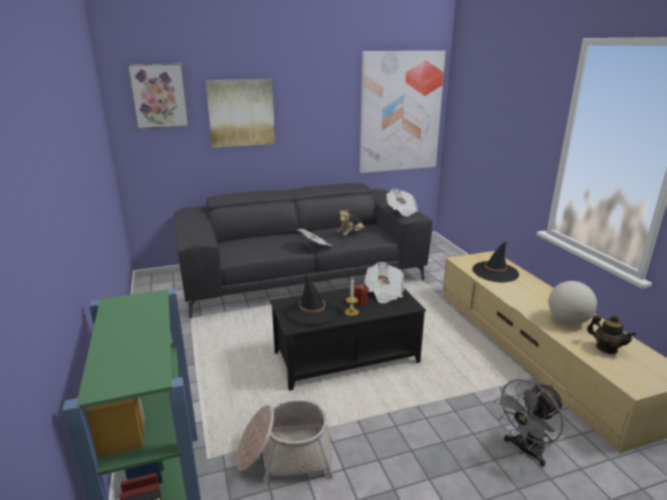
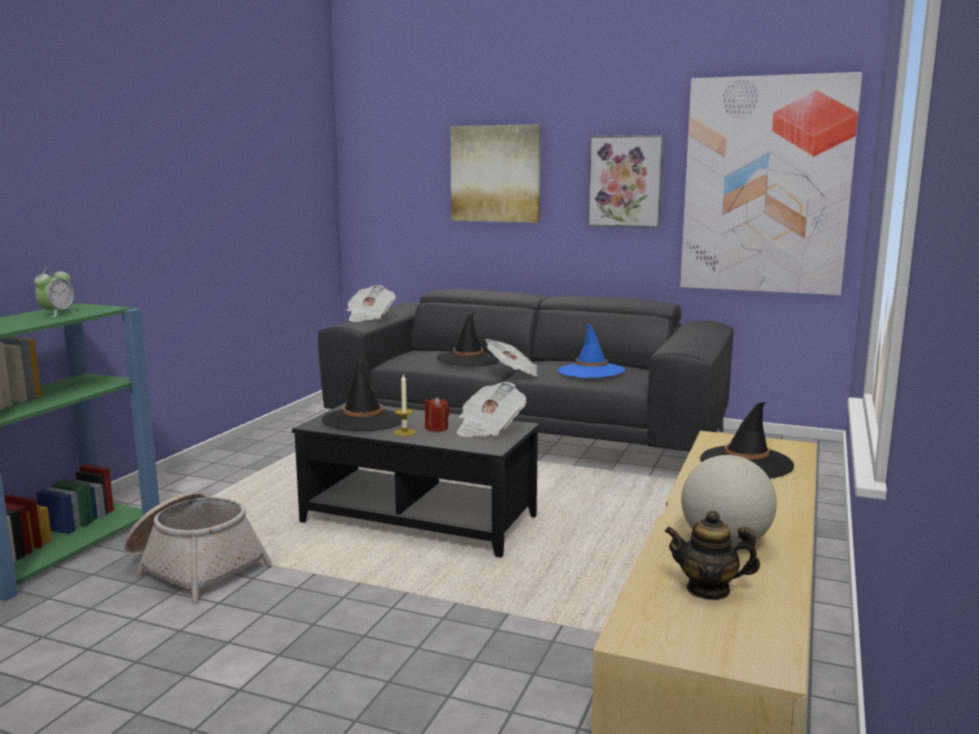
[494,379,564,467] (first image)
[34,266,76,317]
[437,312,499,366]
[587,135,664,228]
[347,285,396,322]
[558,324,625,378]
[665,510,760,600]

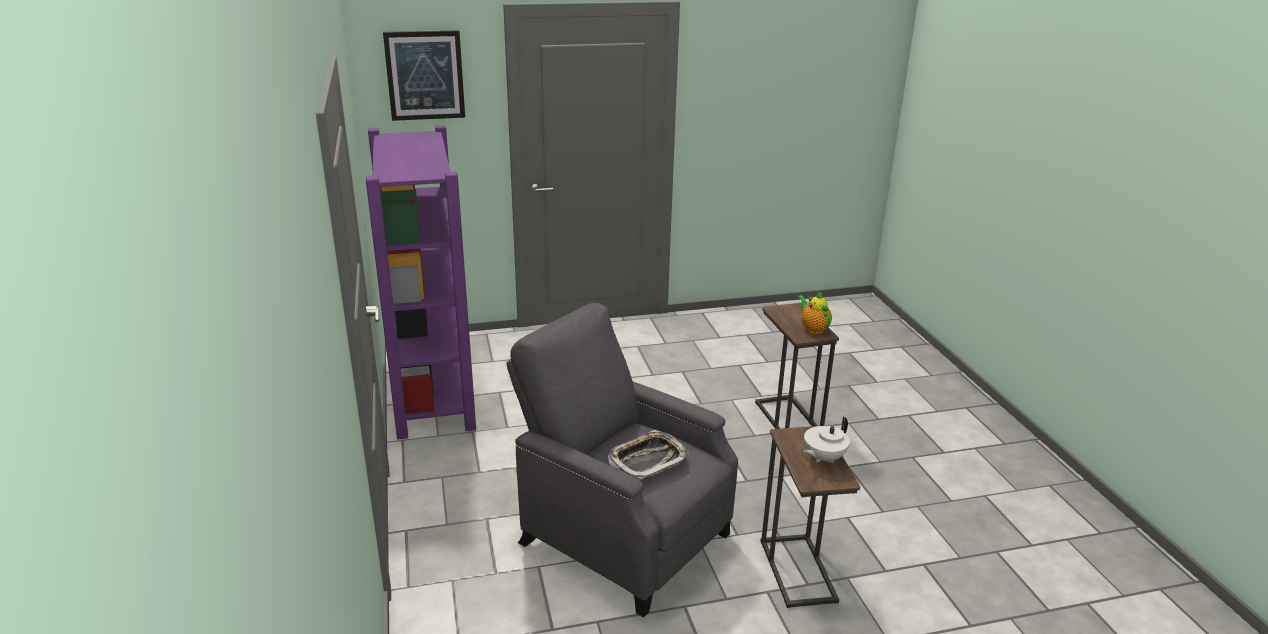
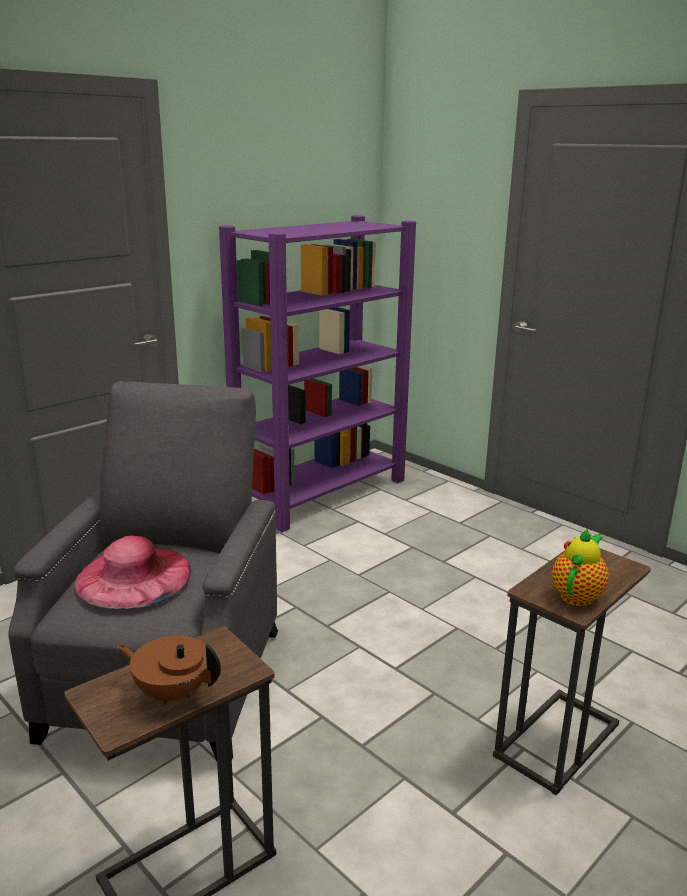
[383,30,465,121] (first image)
[74,536,191,609]
[117,636,221,705]

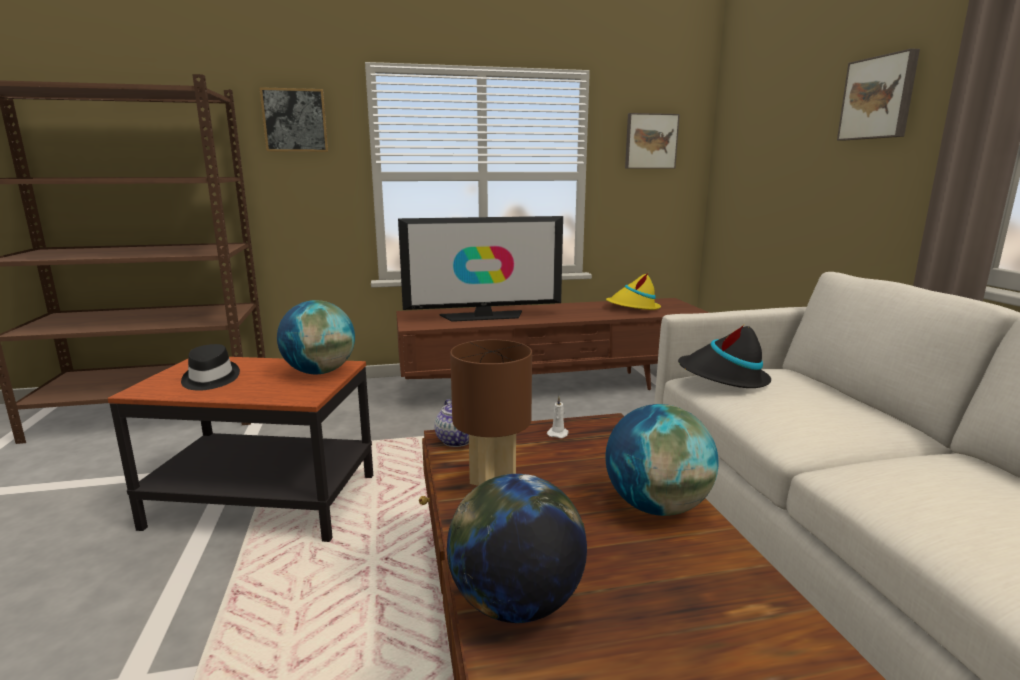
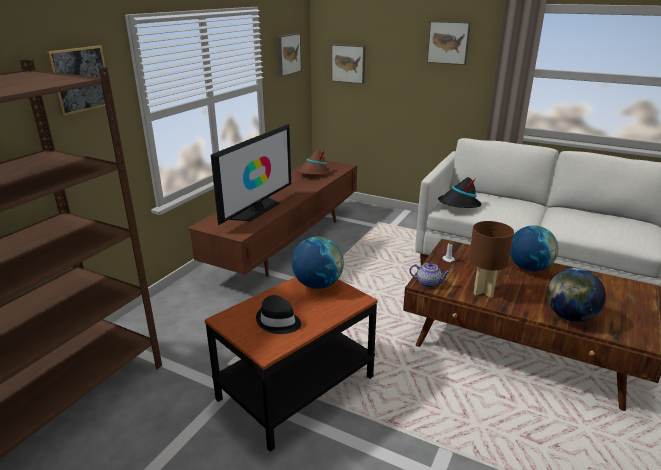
[331,44,366,84]
[298,149,332,175]

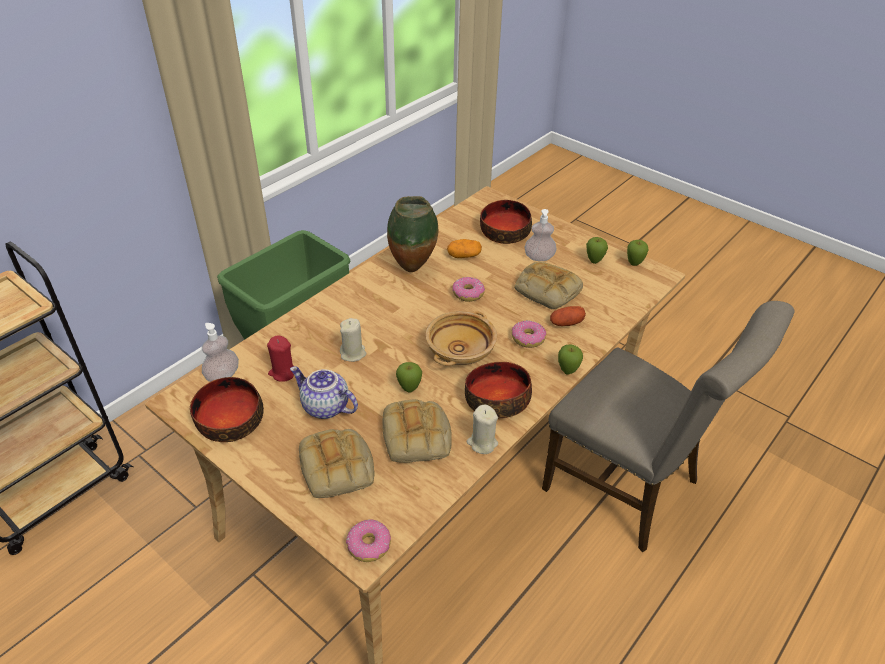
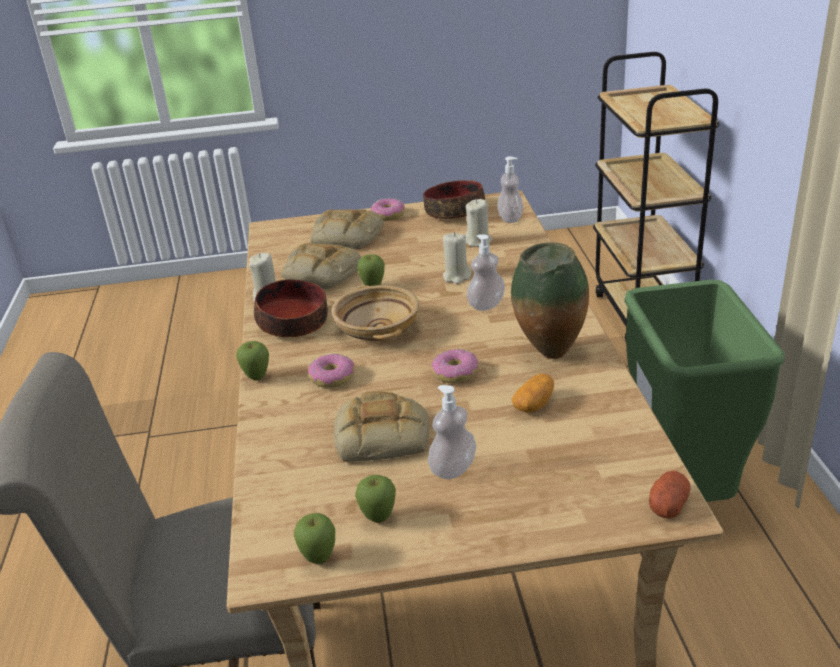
[290,366,358,419] (first image)
[480,200,532,244] (first image)
[467,234,505,311]
[371,198,405,221]
[649,471,691,519]
[465,199,493,247]

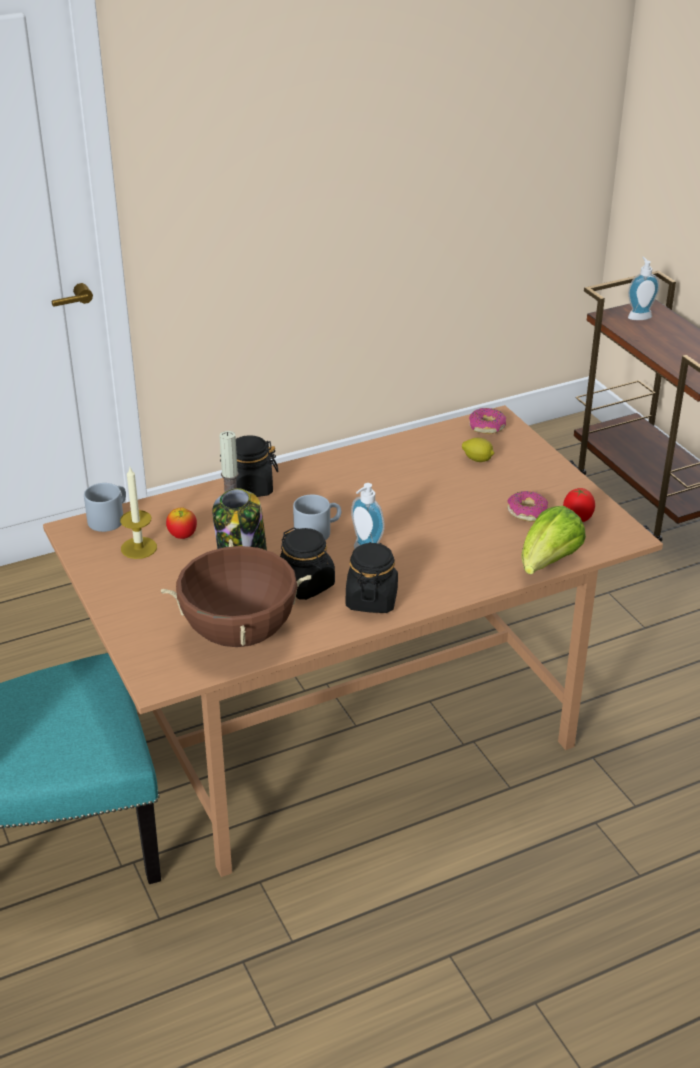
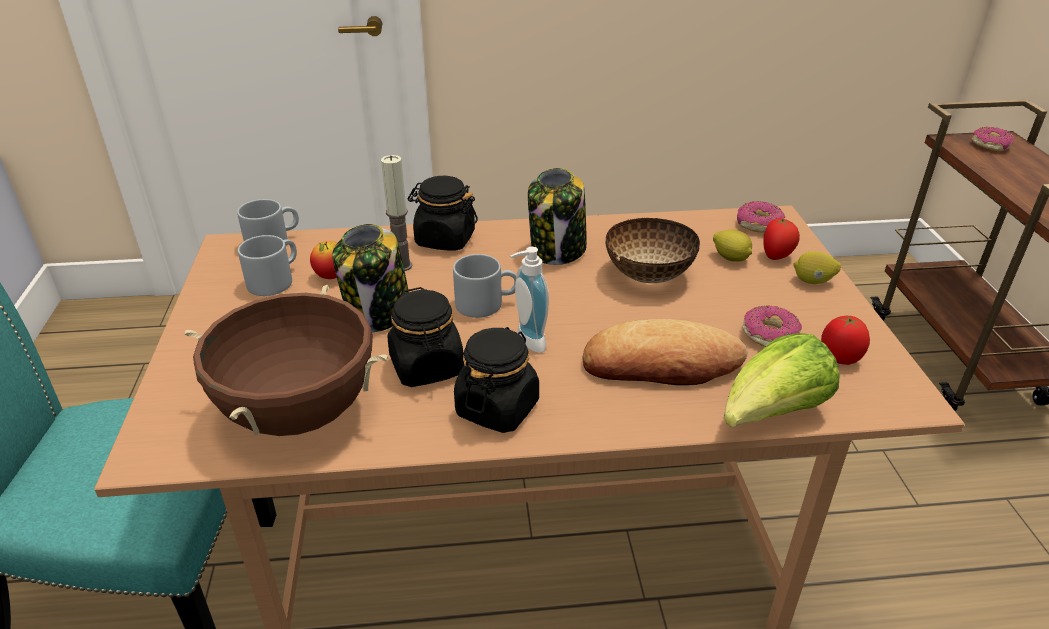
[528,168,587,265]
[582,319,748,385]
[605,218,700,283]
[763,217,800,260]
[793,251,841,284]
[238,235,297,296]
[972,127,1014,152]

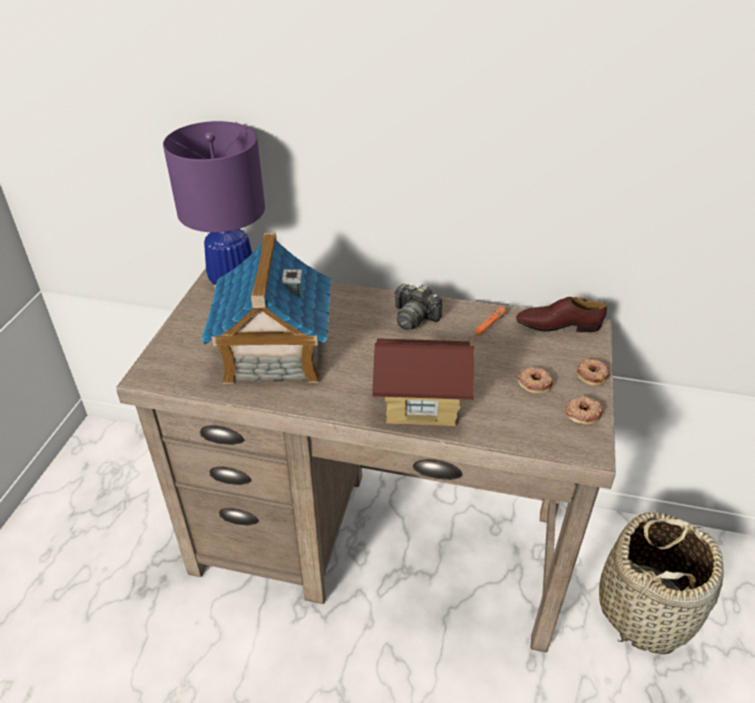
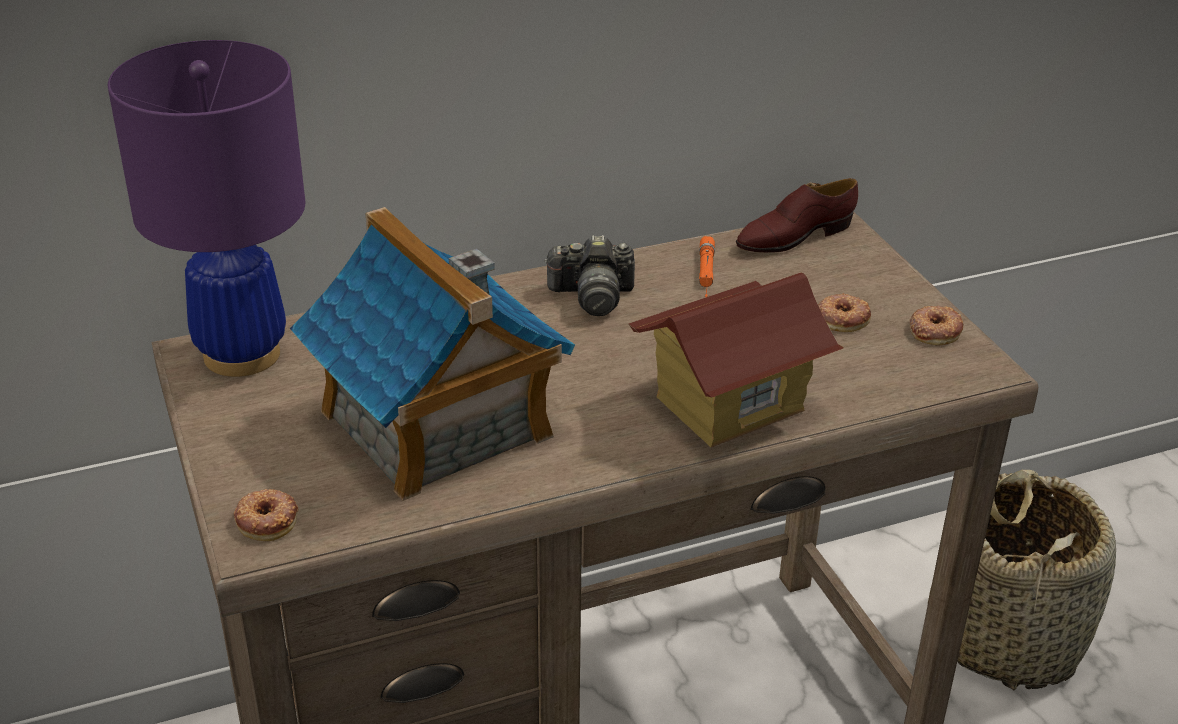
[234,489,299,541]

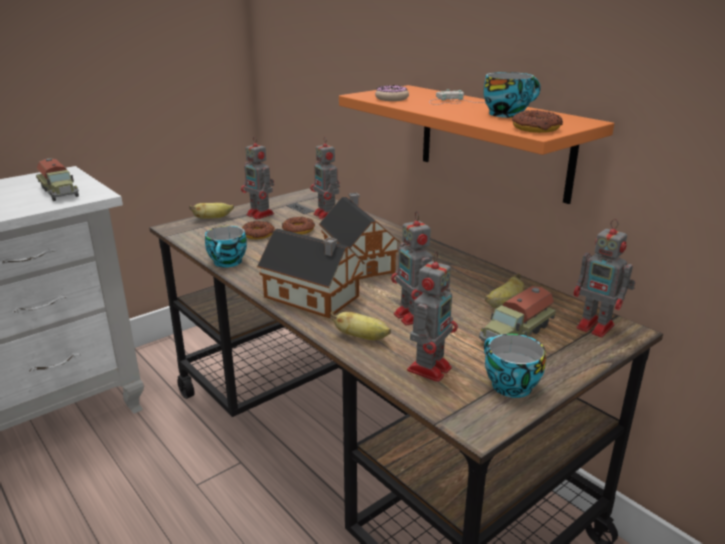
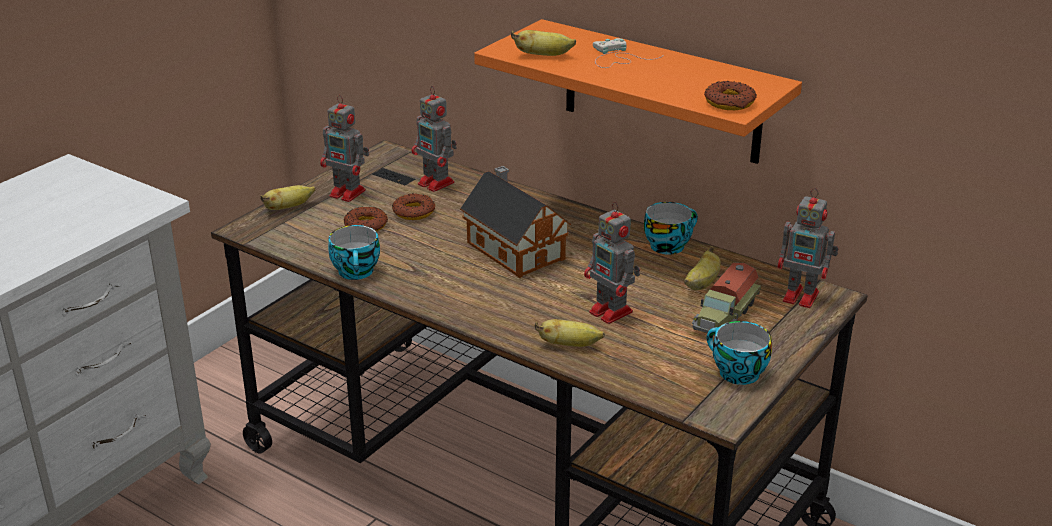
[36,158,79,201] (first image)
[257,228,365,318] (first image)
[407,251,458,382] (first image)
[644,202,698,255]
[511,30,576,56]

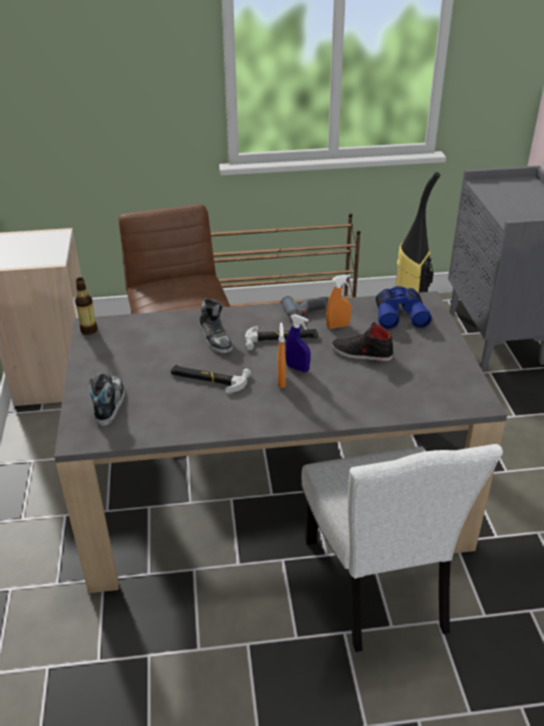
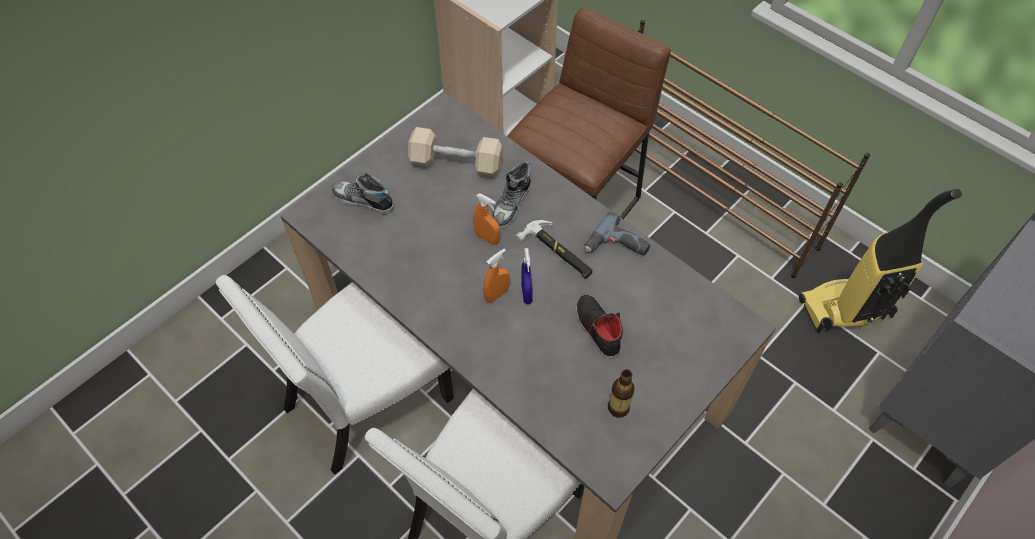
[171,365,251,393] (first image)
[376,286,432,330] (first image)
[216,275,454,475]
[408,127,503,177]
[608,369,635,418]
[473,193,500,245]
[331,172,394,215]

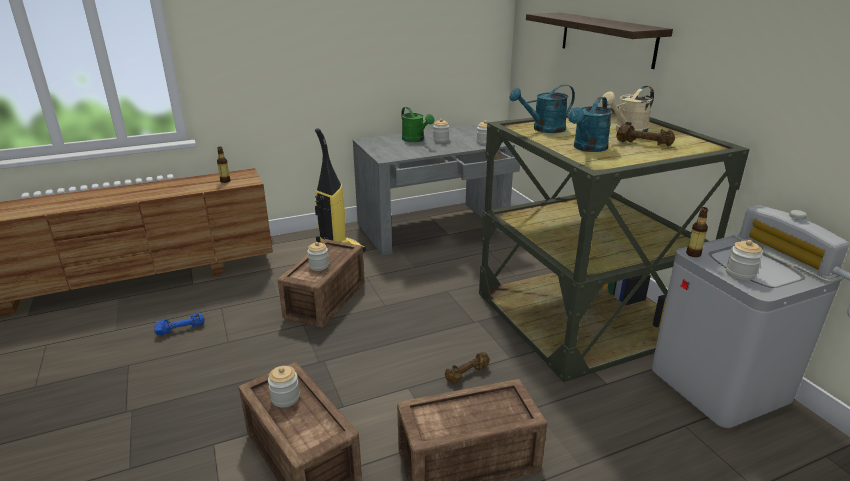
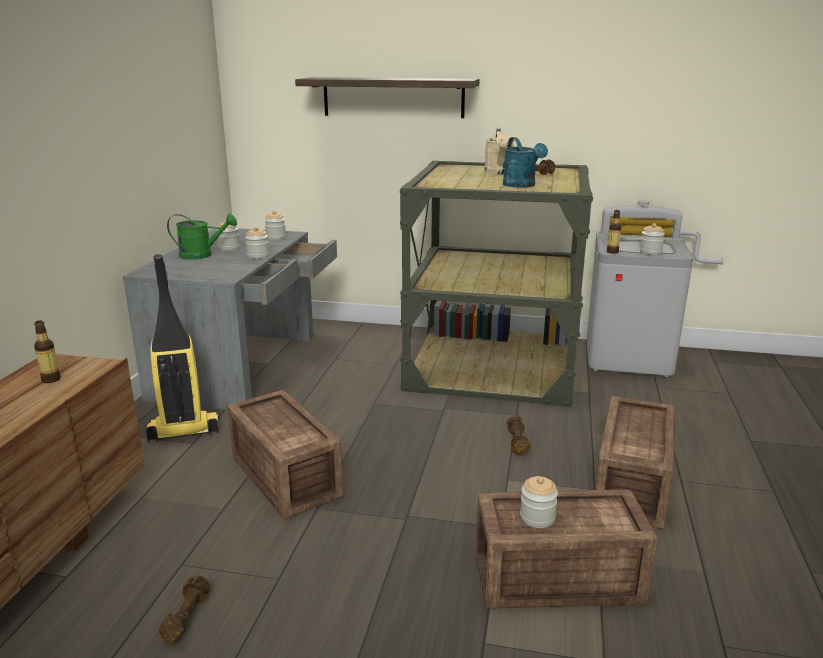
[510,85,575,133] (first image)
[245,227,269,259]
[159,576,211,645]

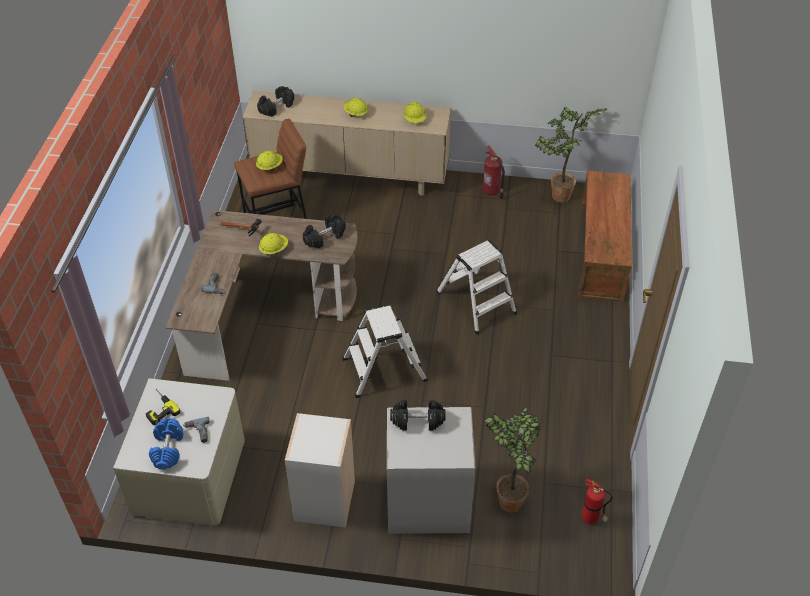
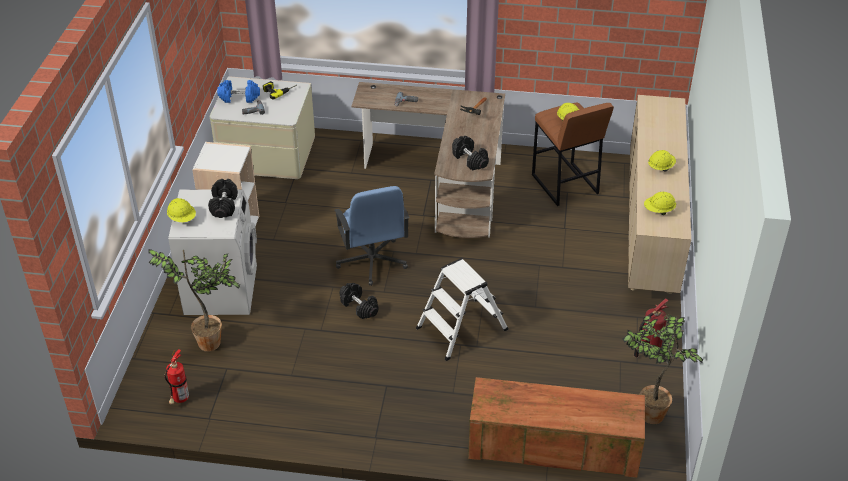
[340,283,378,319]
[167,198,196,222]
[334,186,409,286]

